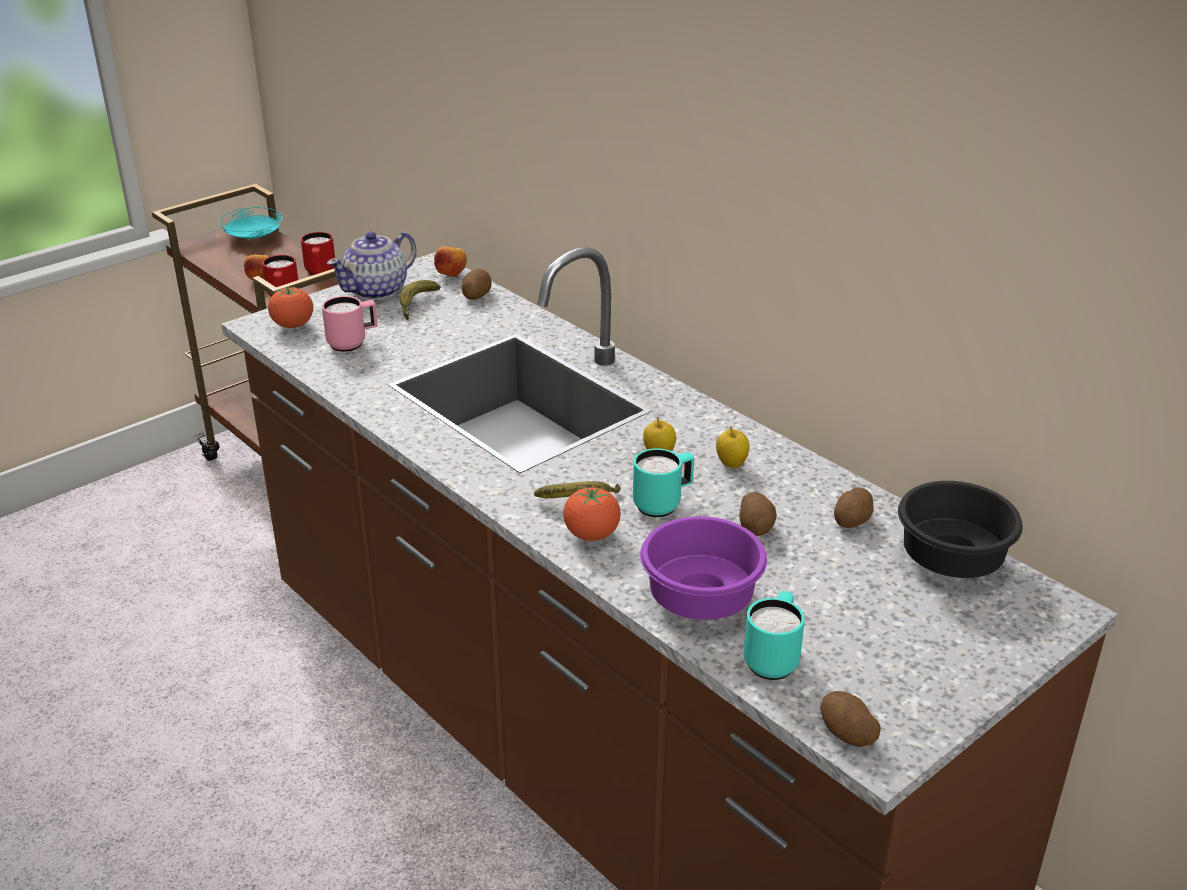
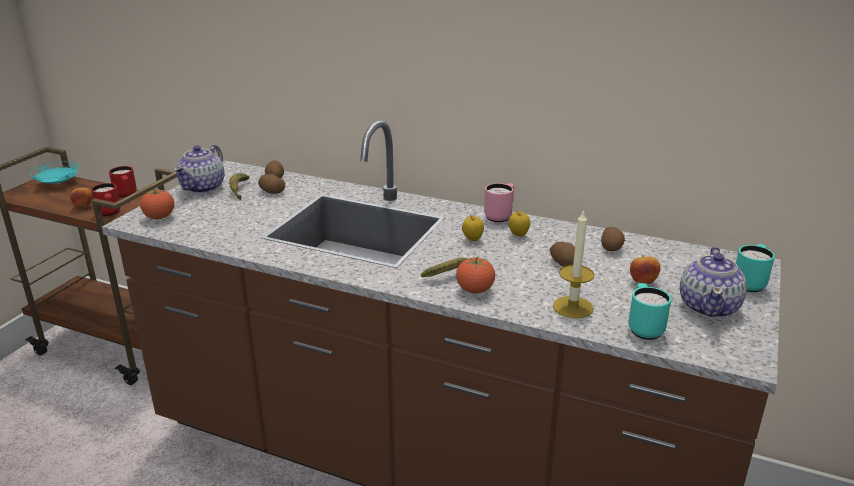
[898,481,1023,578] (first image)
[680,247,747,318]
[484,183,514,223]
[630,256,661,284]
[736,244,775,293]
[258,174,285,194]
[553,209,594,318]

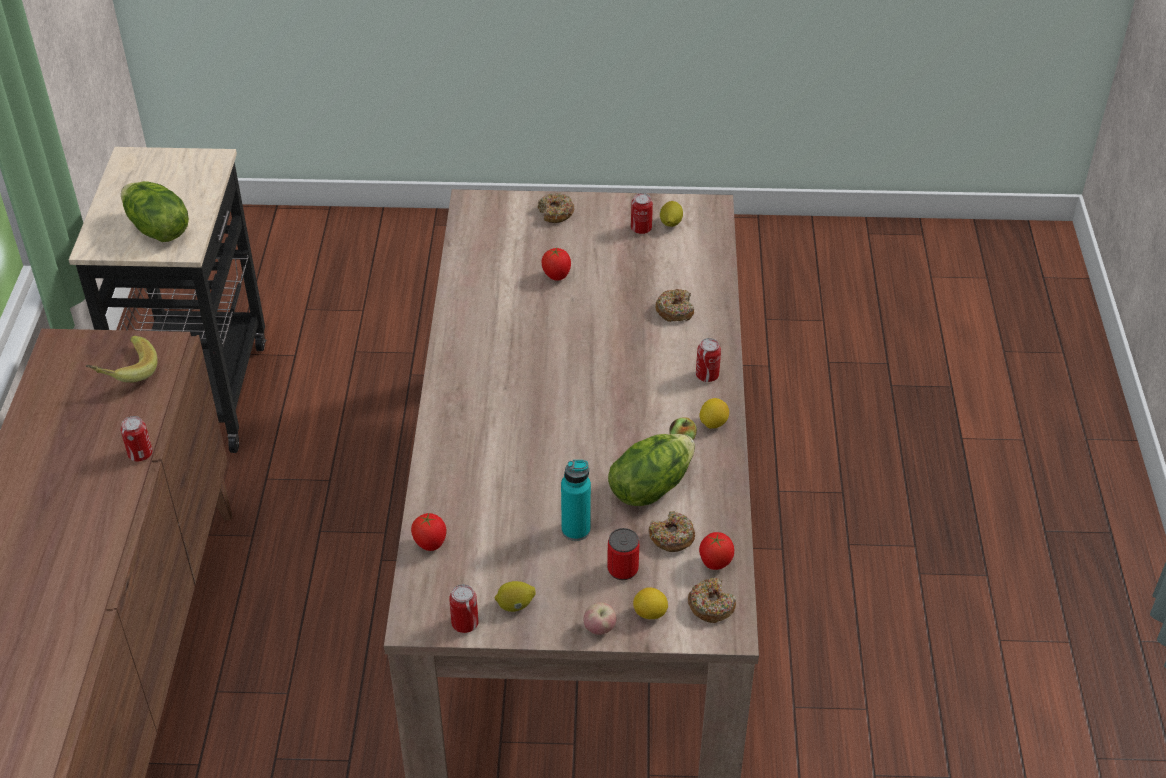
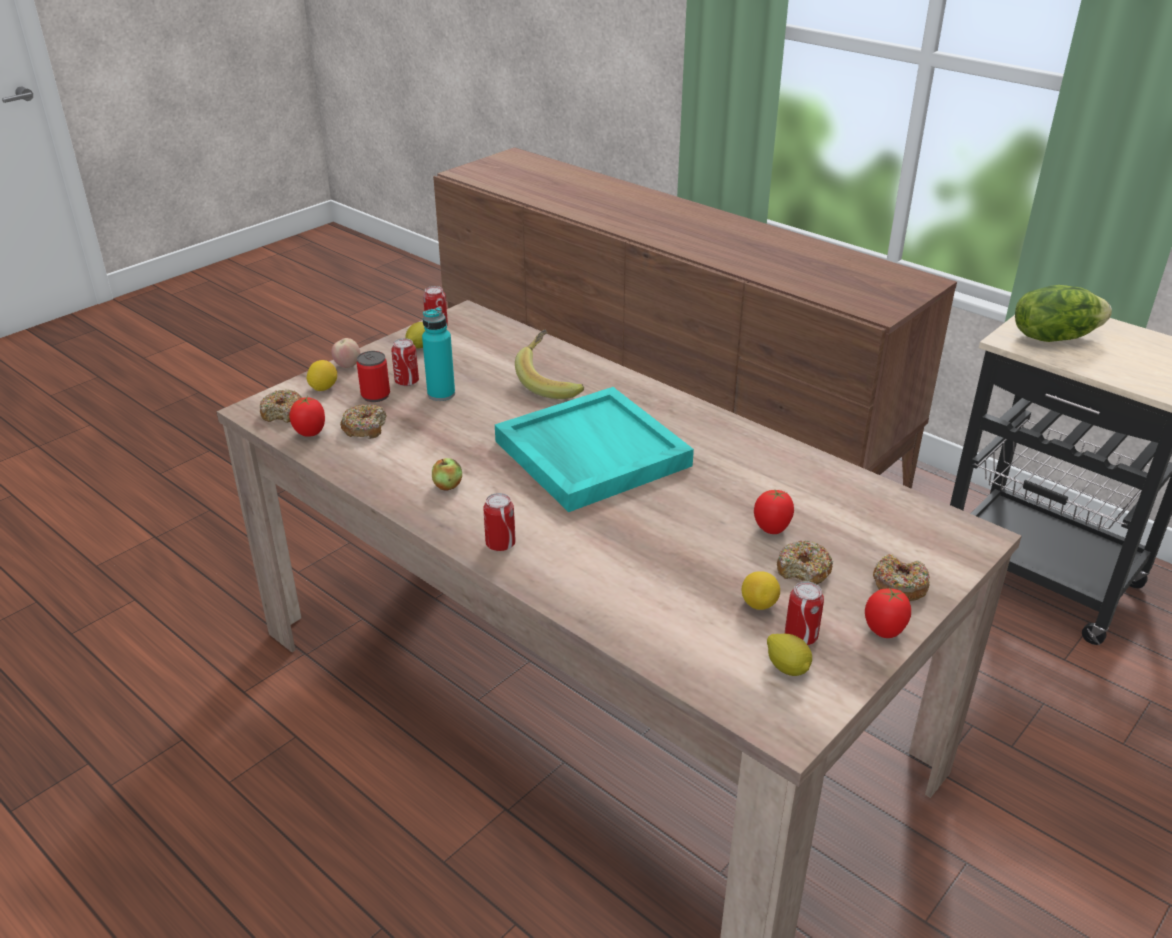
[608,434,695,506] (first image)
[495,387,694,512]
[515,329,584,399]
[391,338,419,386]
[865,588,911,638]
[777,540,834,584]
[742,571,780,610]

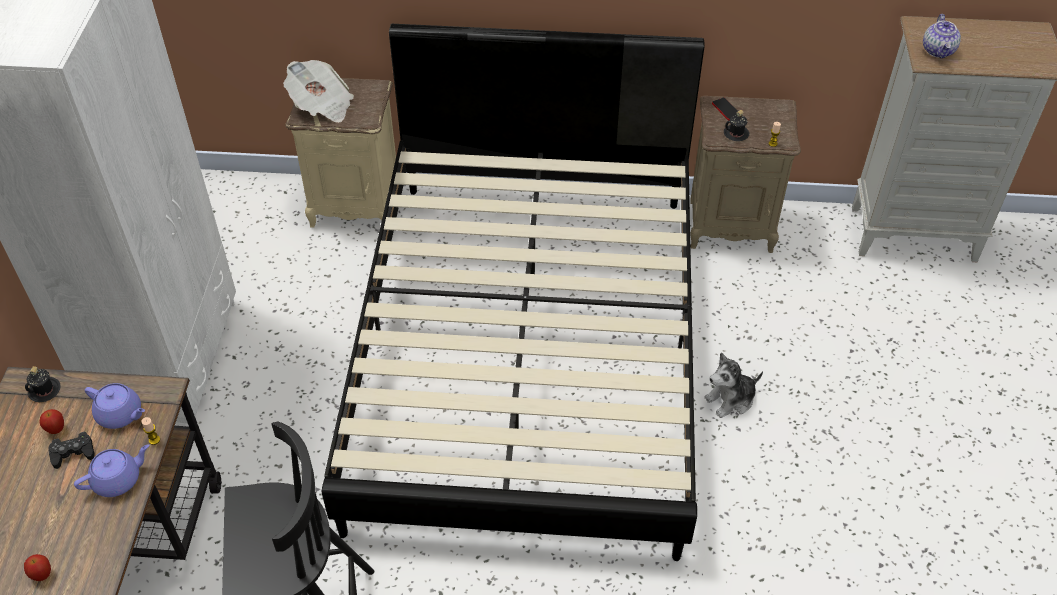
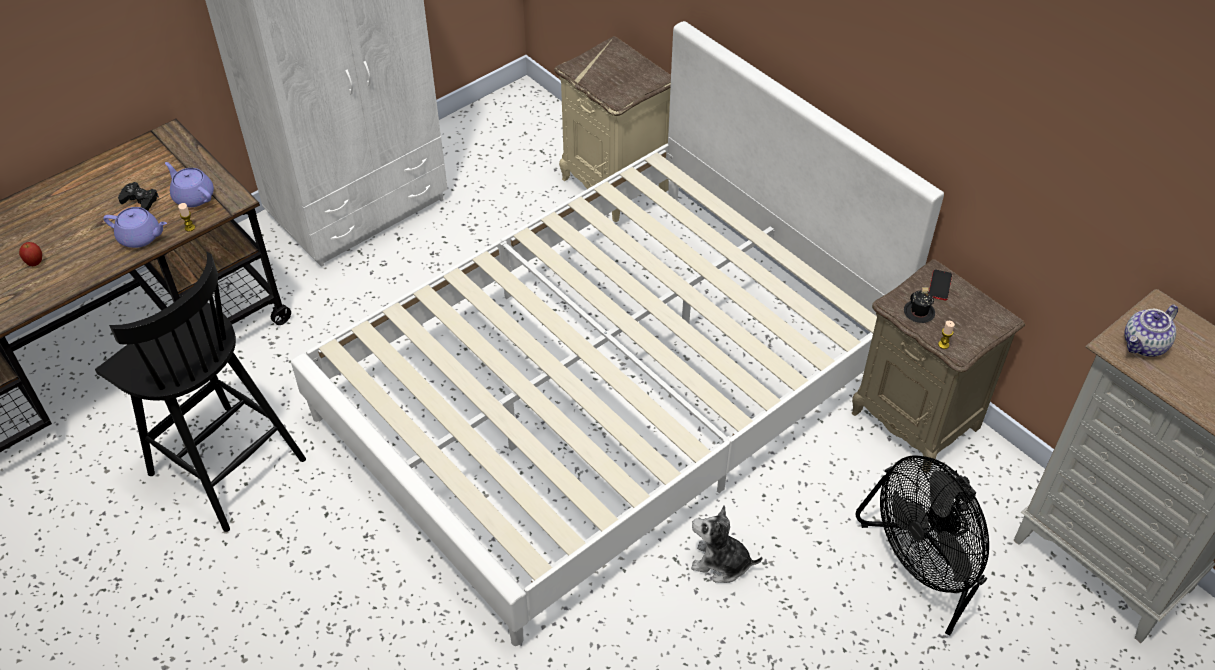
[25,366,61,402] (first image)
[39,409,64,434] (first image)
[283,60,354,123] (first image)
[856,455,989,635]
[291,21,944,646]
[165,162,214,207]

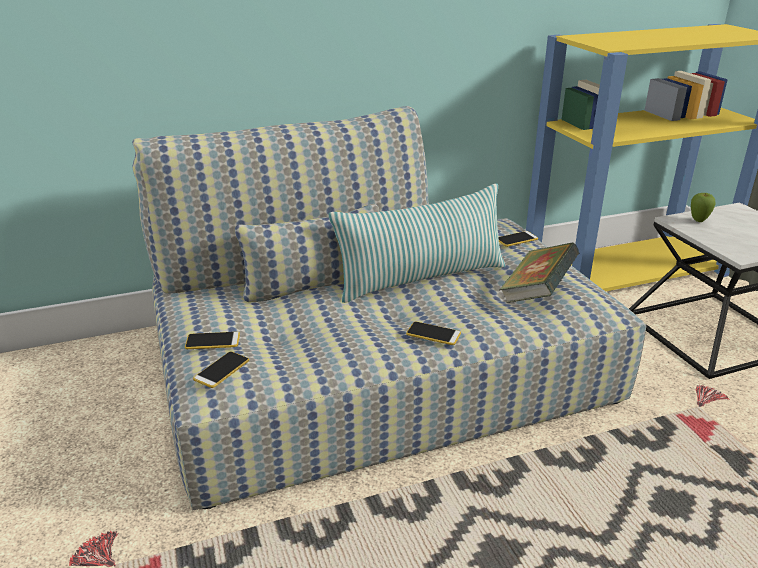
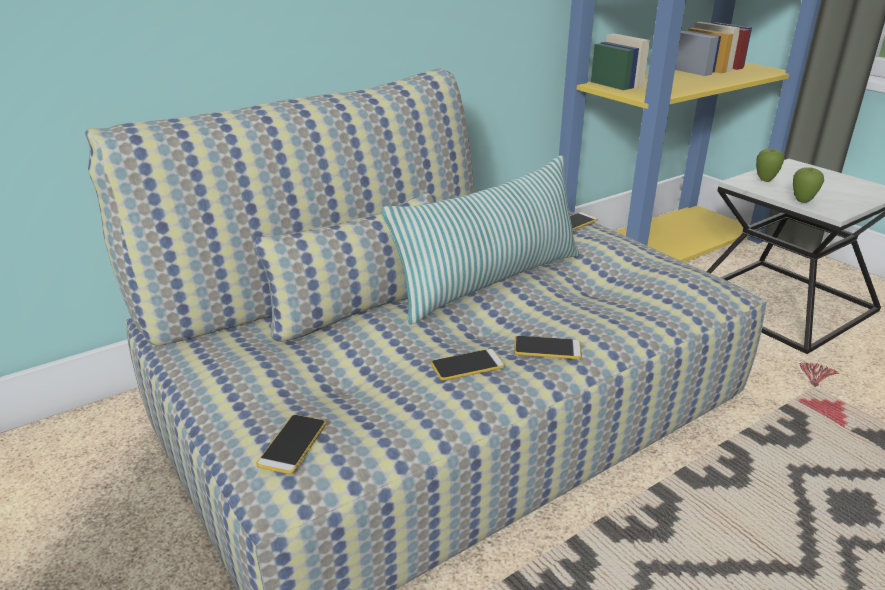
[499,243,579,303] (first image)
[793,167,824,203]
[431,349,505,381]

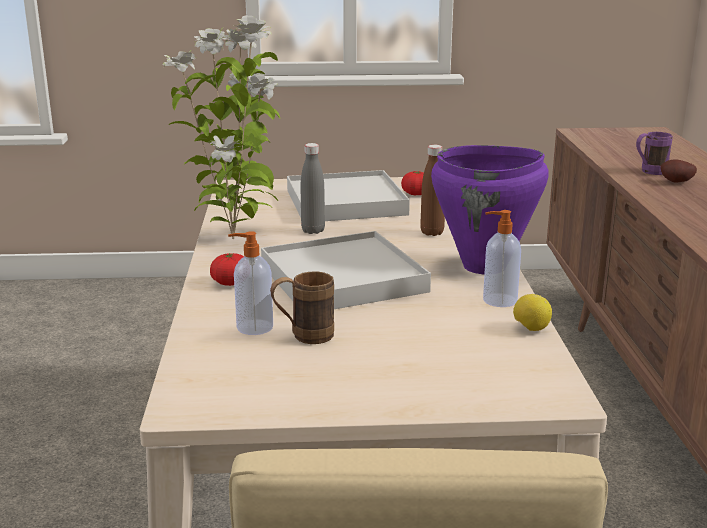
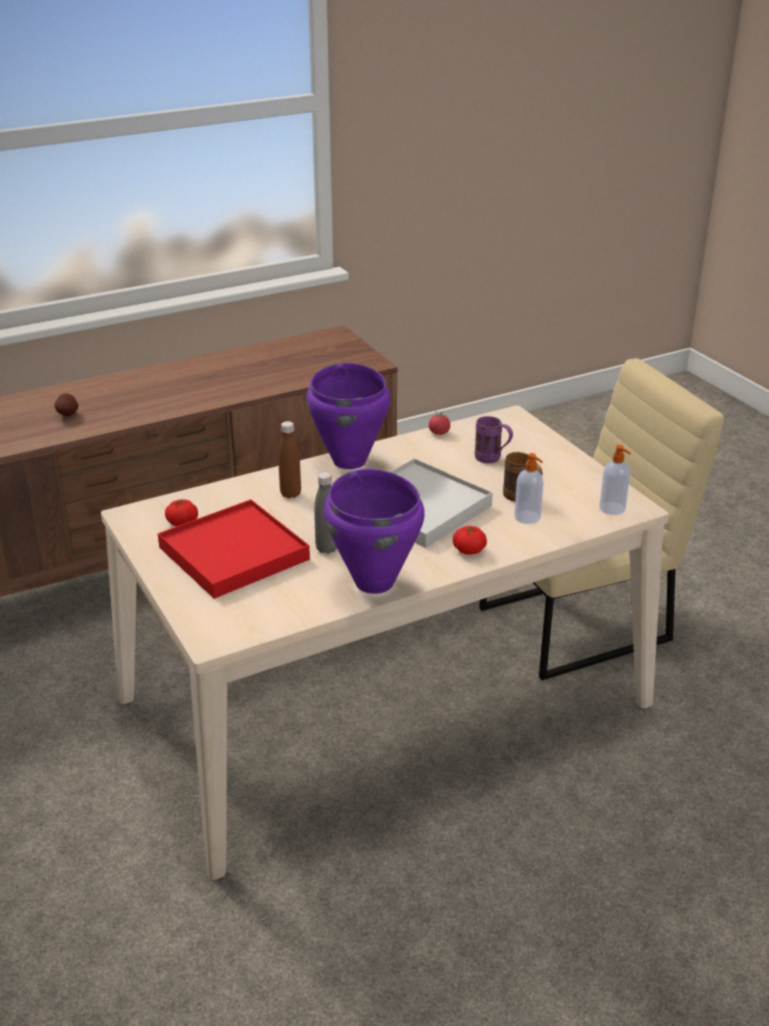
[599,445,631,515]
[475,416,513,463]
[324,469,425,594]
[429,411,450,435]
[158,499,310,599]

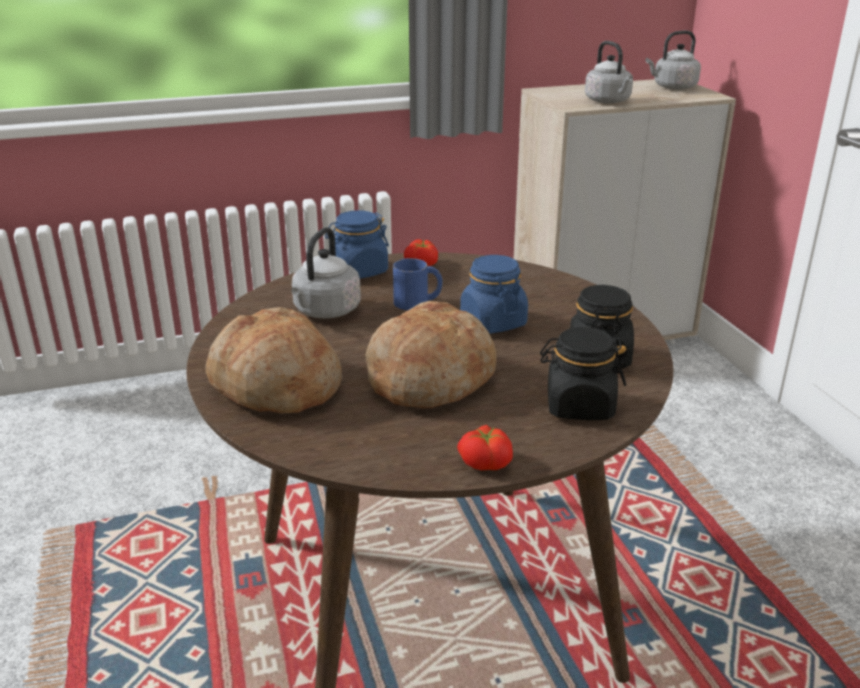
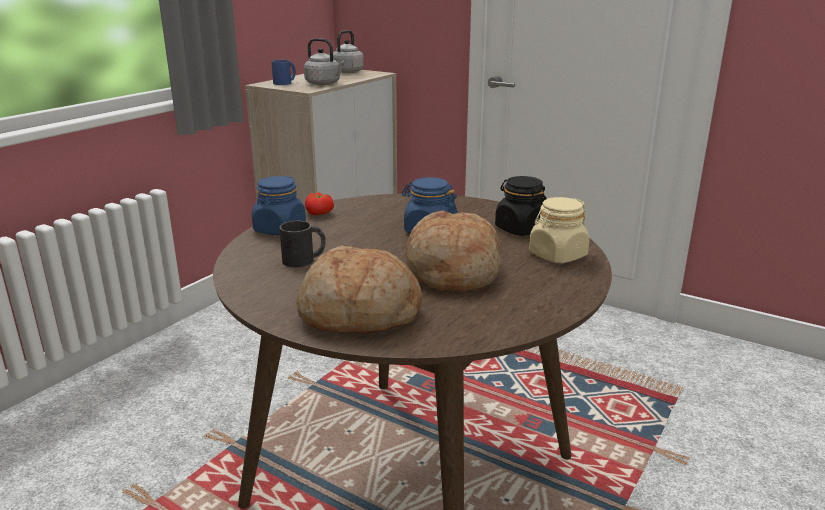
[457,425,513,471] (first image)
[271,60,296,85]
[279,221,326,267]
[529,197,590,263]

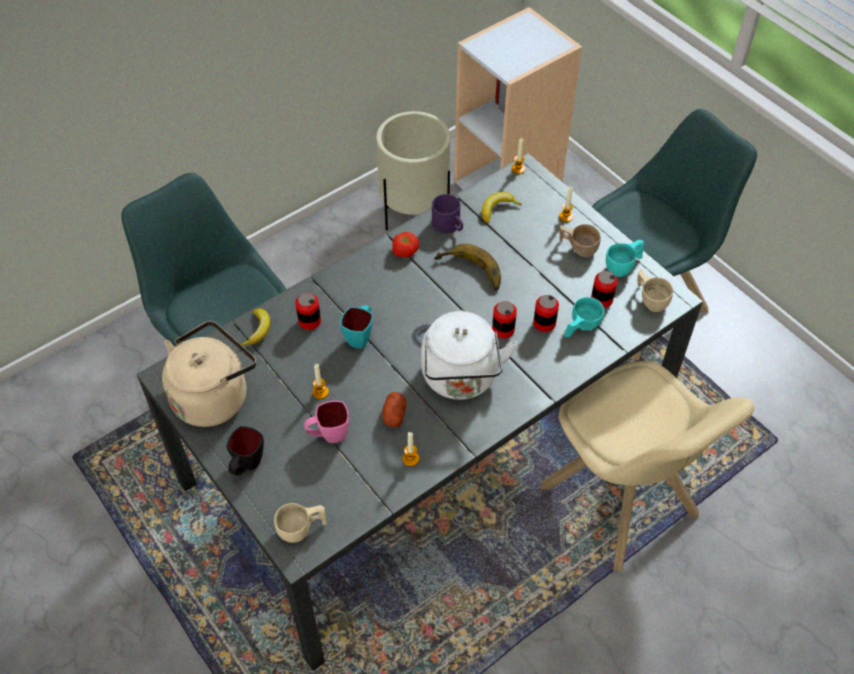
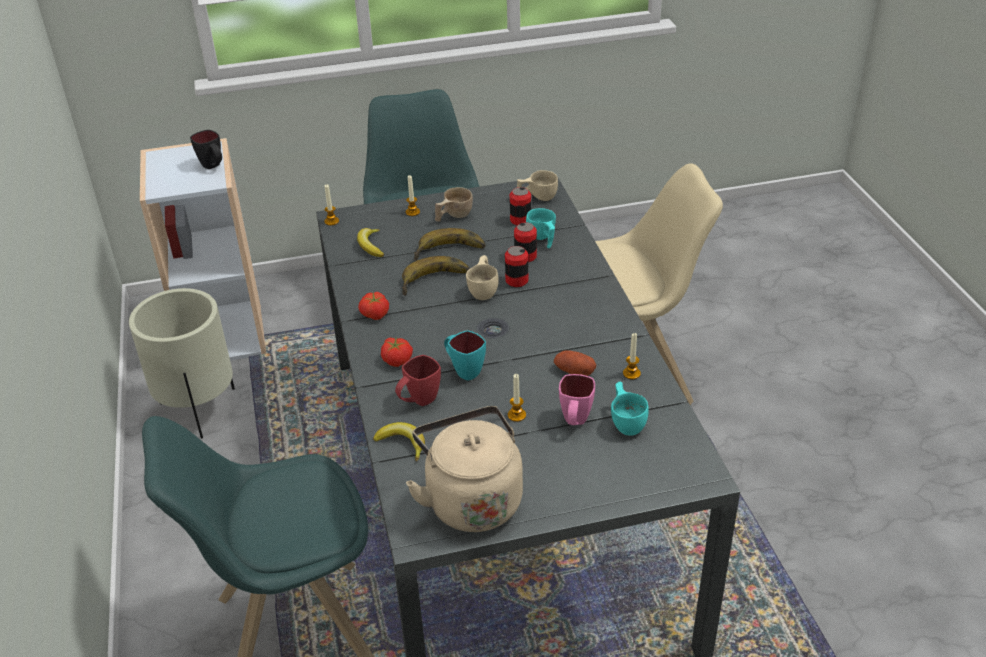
[421,311,517,400] (first image)
[432,194,463,233] (first image)
[381,338,413,367]
[414,228,486,261]
[190,130,222,169]
[466,255,499,300]
[611,382,649,436]
[395,355,441,406]

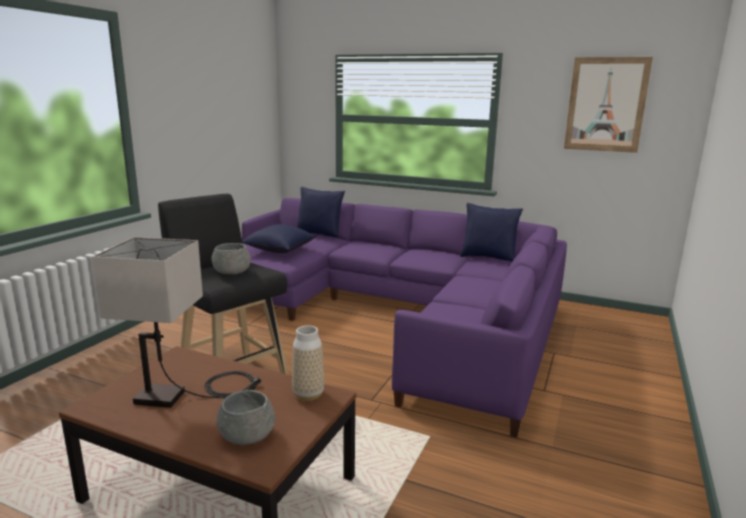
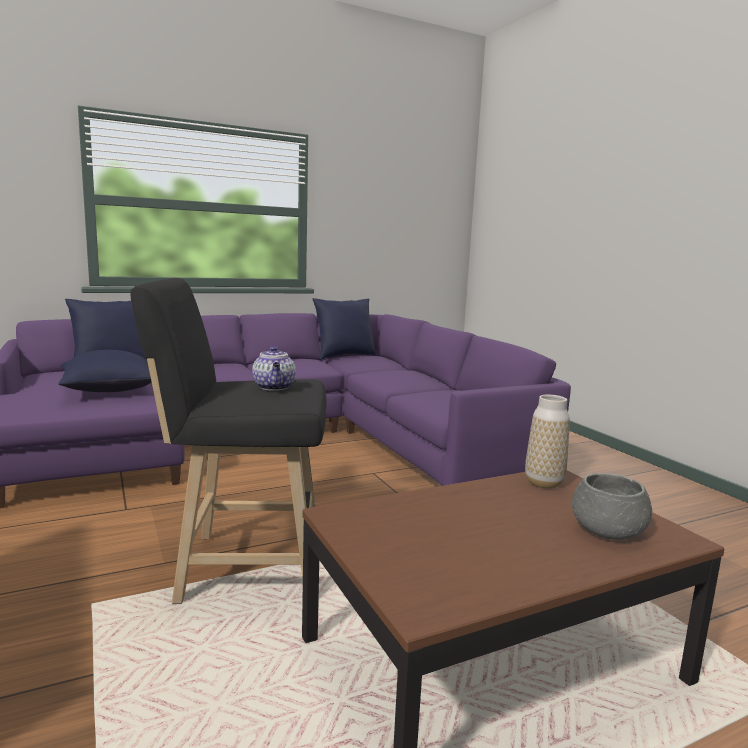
[92,237,261,408] (first image)
[564,57,653,153] (first image)
[252,346,296,391]

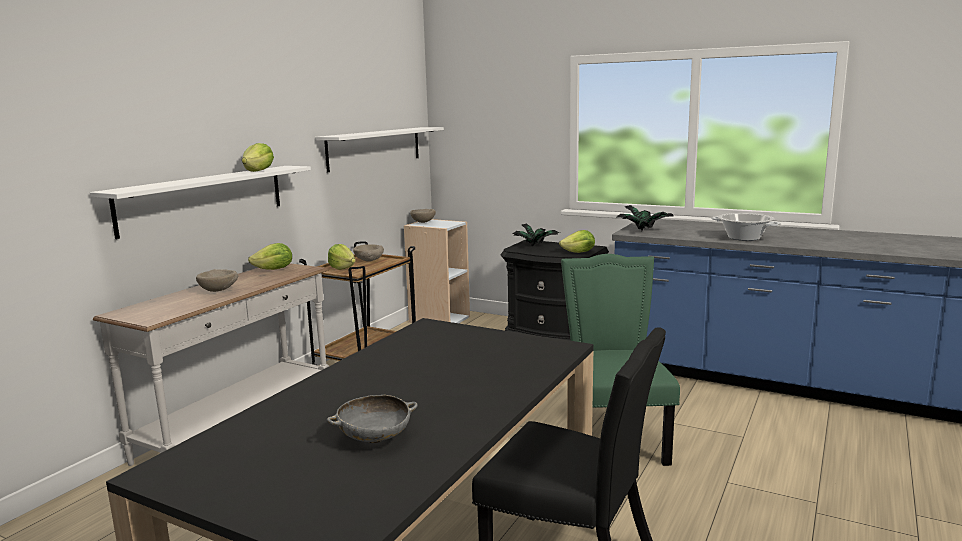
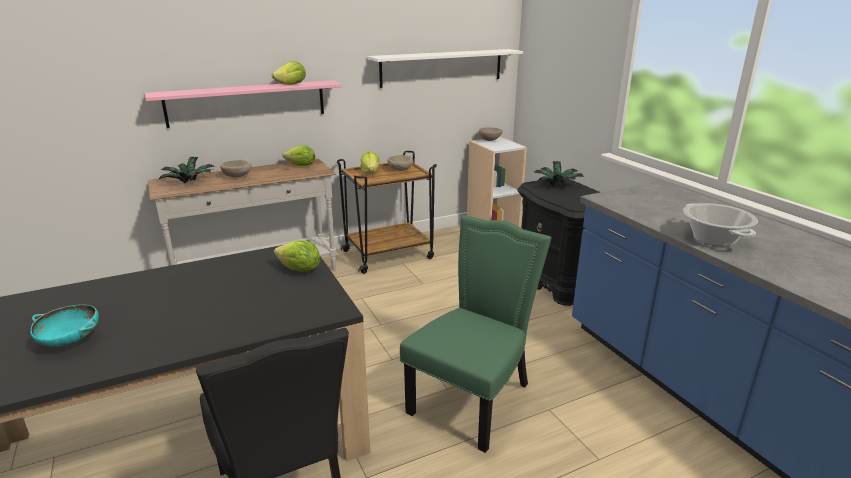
[274,240,320,272]
[159,157,214,183]
[145,80,342,128]
[30,304,99,347]

